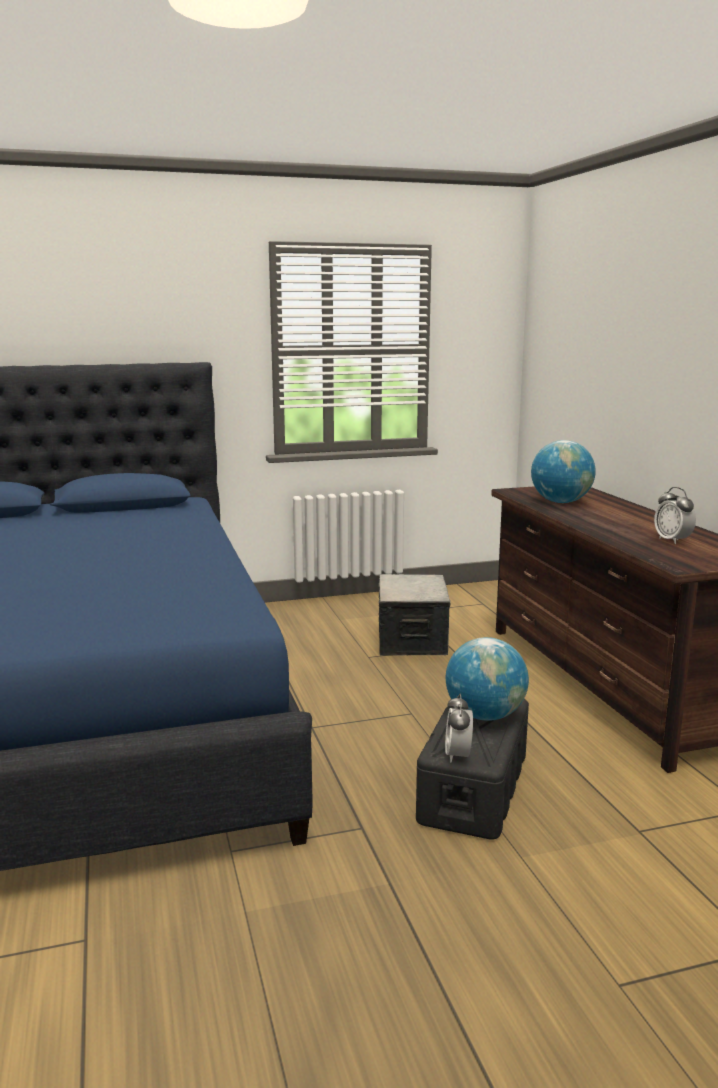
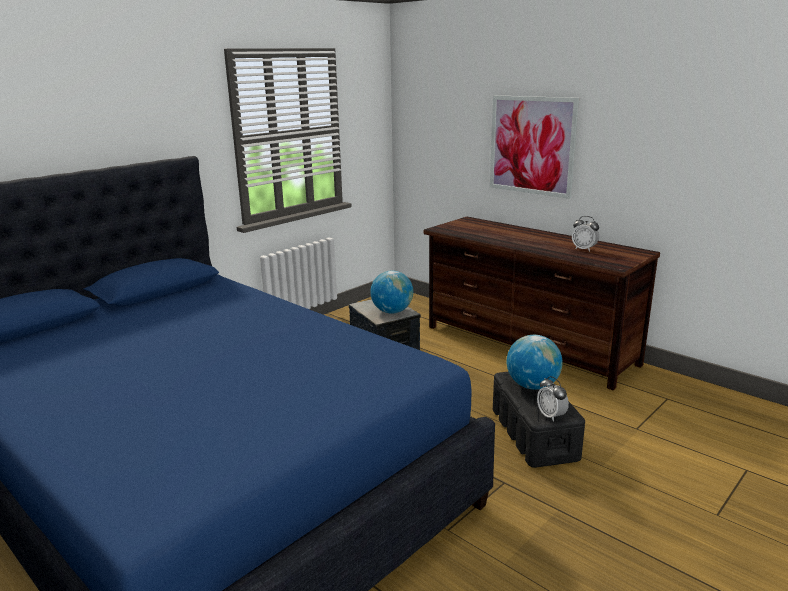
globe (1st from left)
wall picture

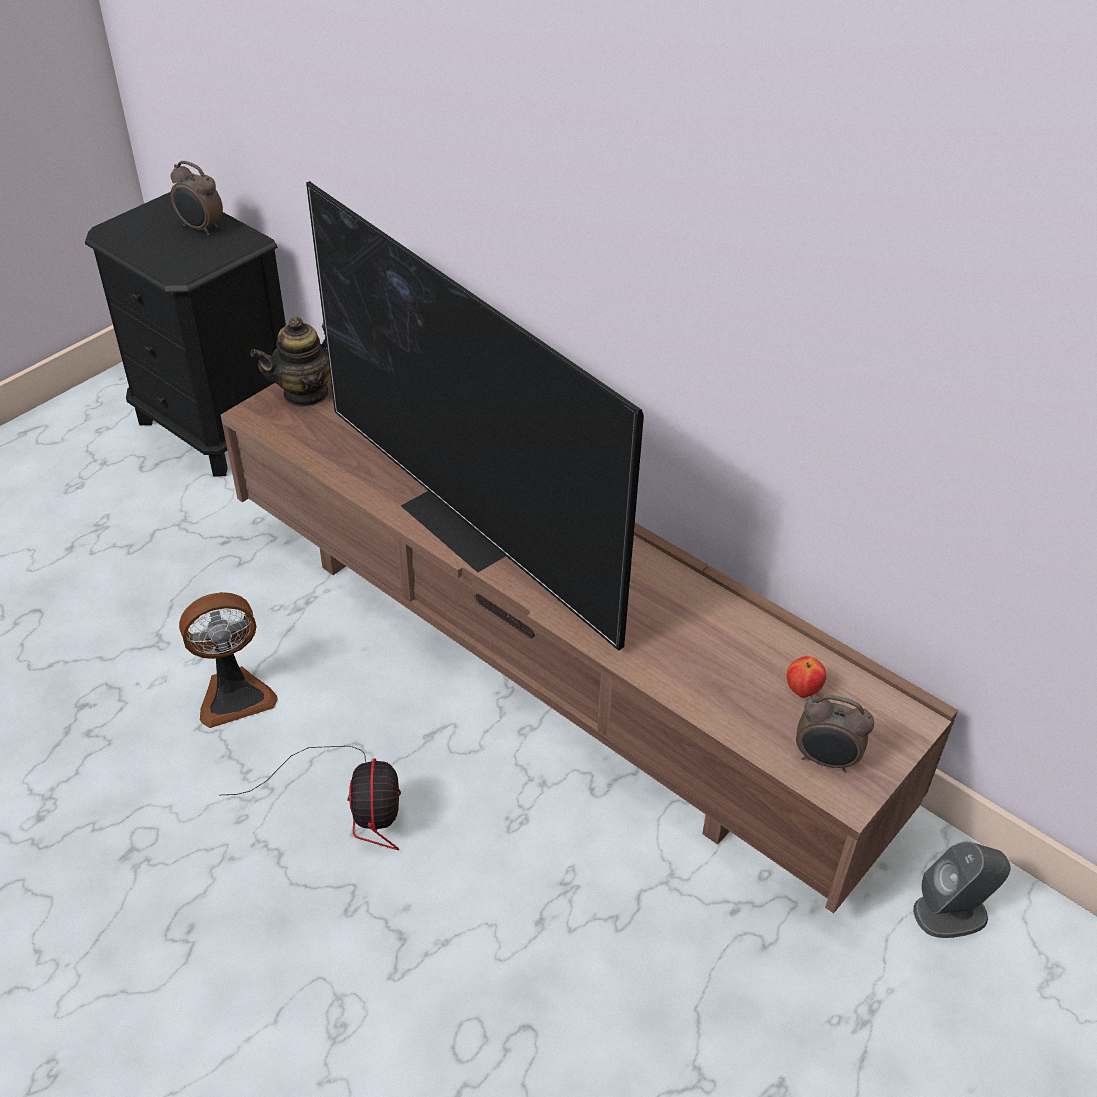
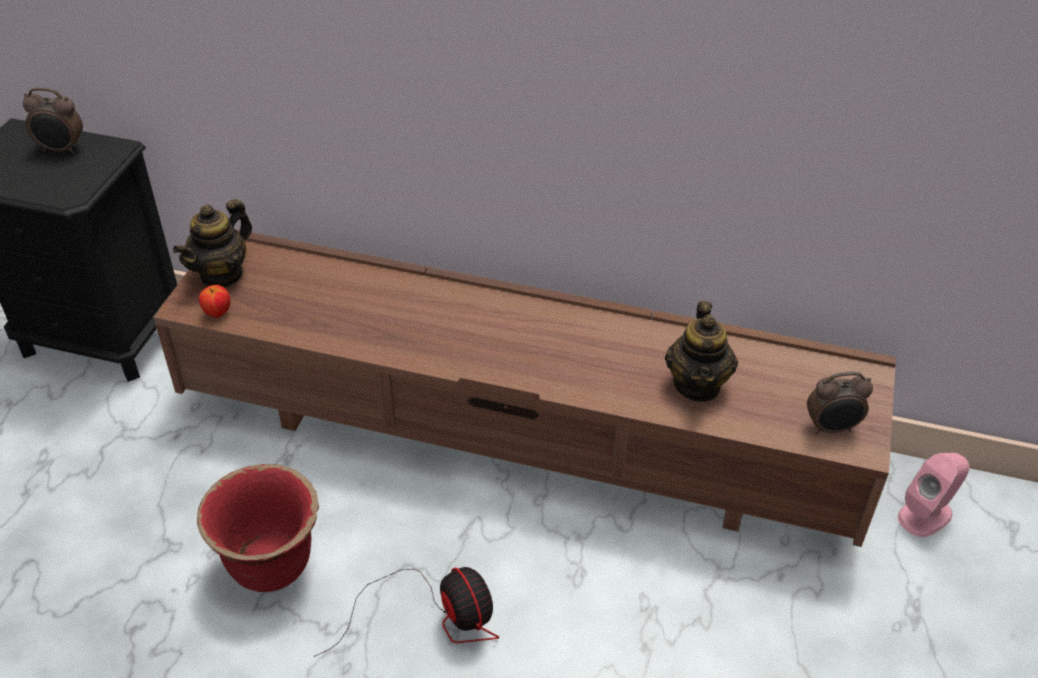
reddish planter
TV
whole apple
pink-coloured audio speaker
teapot (2nd from left)

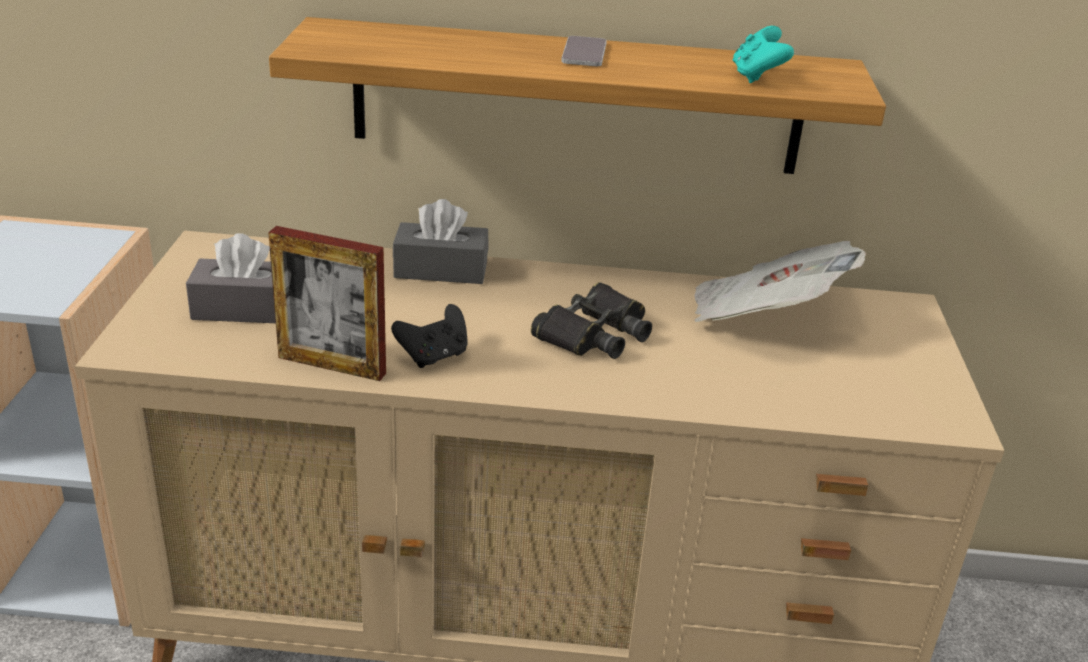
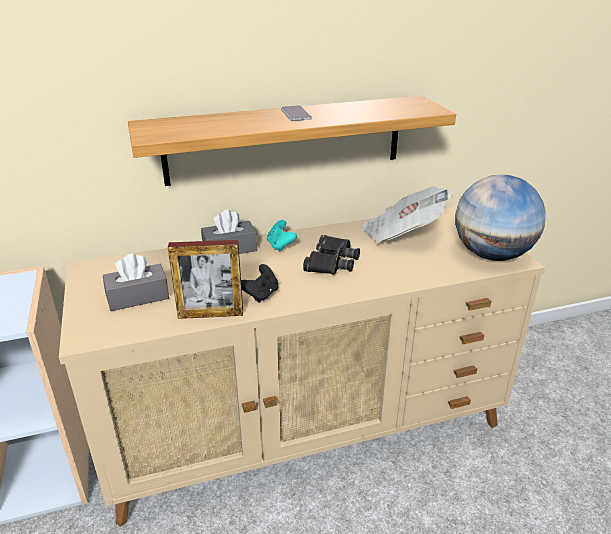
turquoise game controller
globe

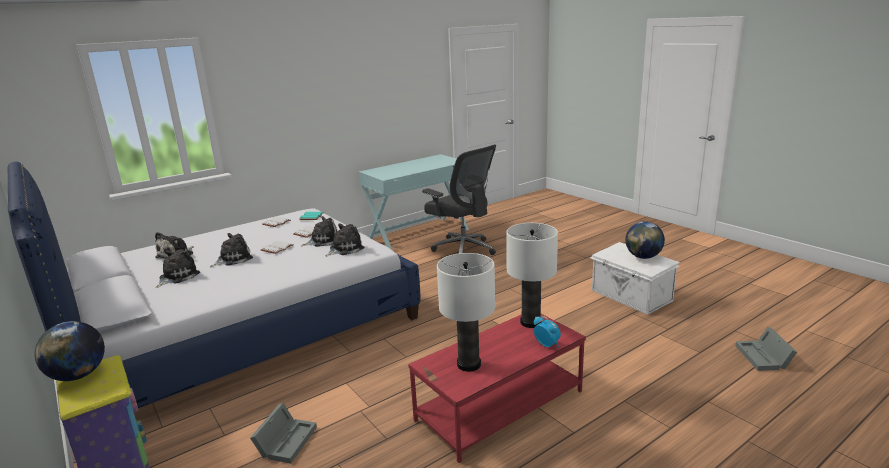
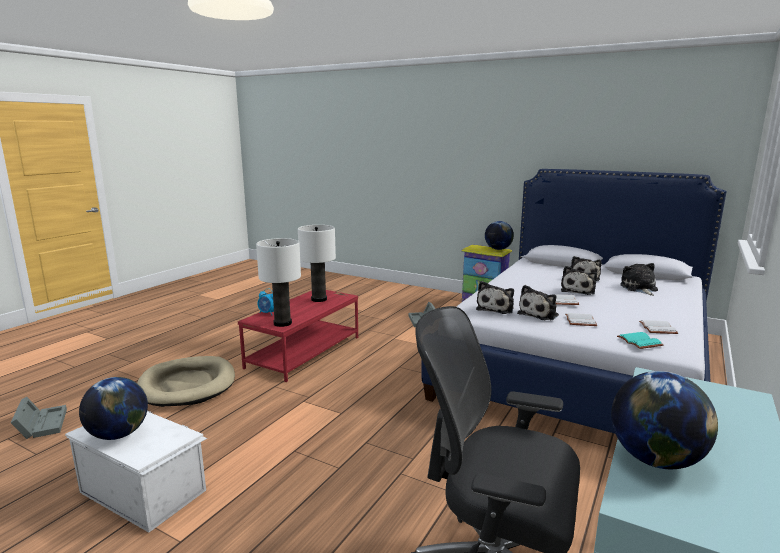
beige pet bed
globe (3rd from left)

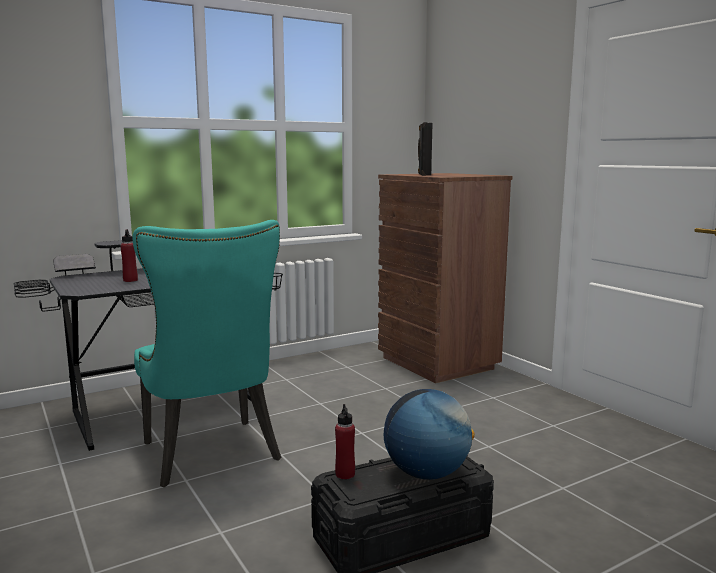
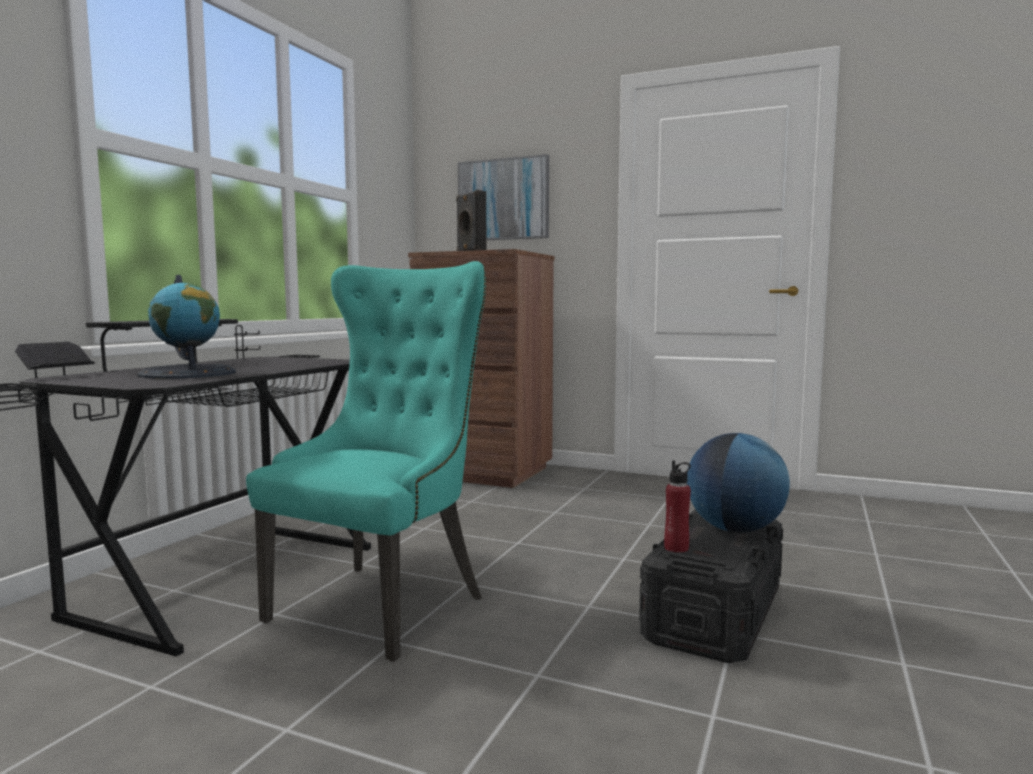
globe (1st from left)
turquoise plain chair
wall picture

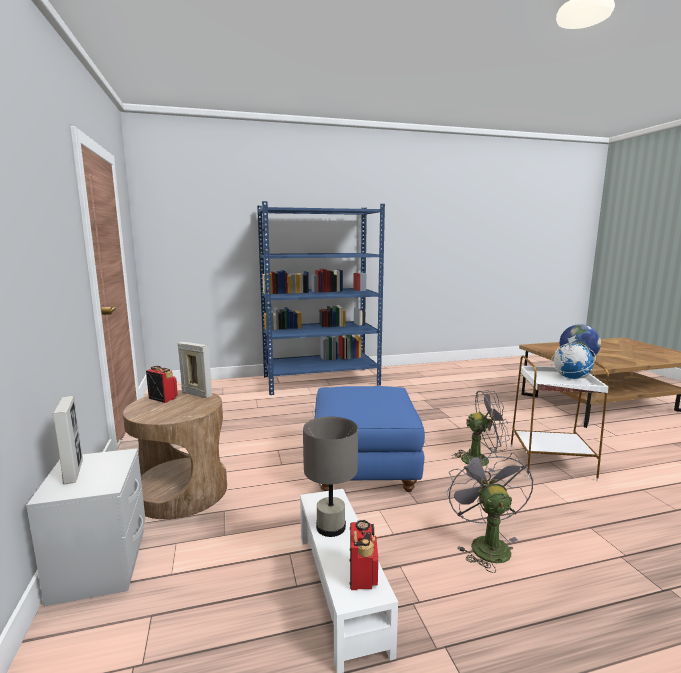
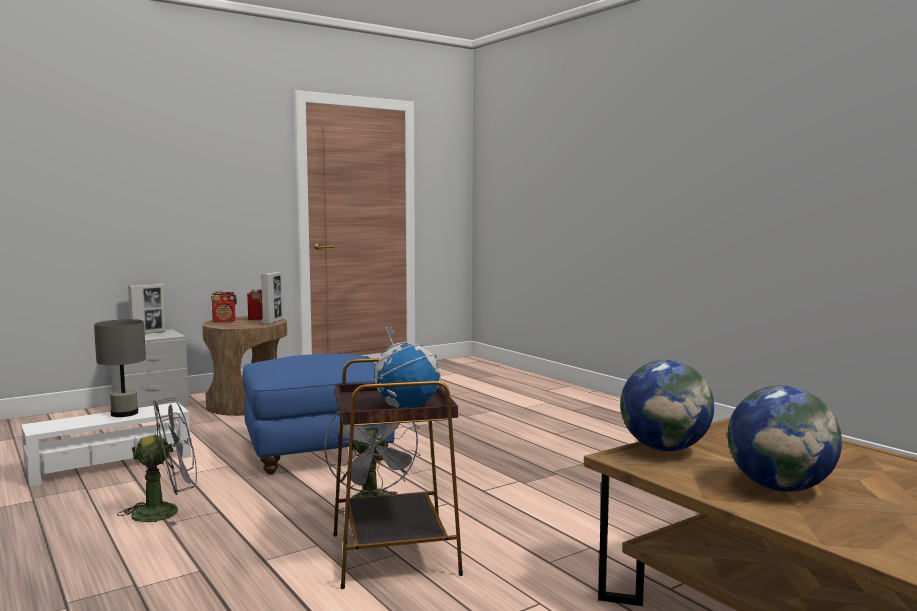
blue shelving unit
radio receiver (1st from left)
brownish end table (2nd from left)
globe (3rd from left)

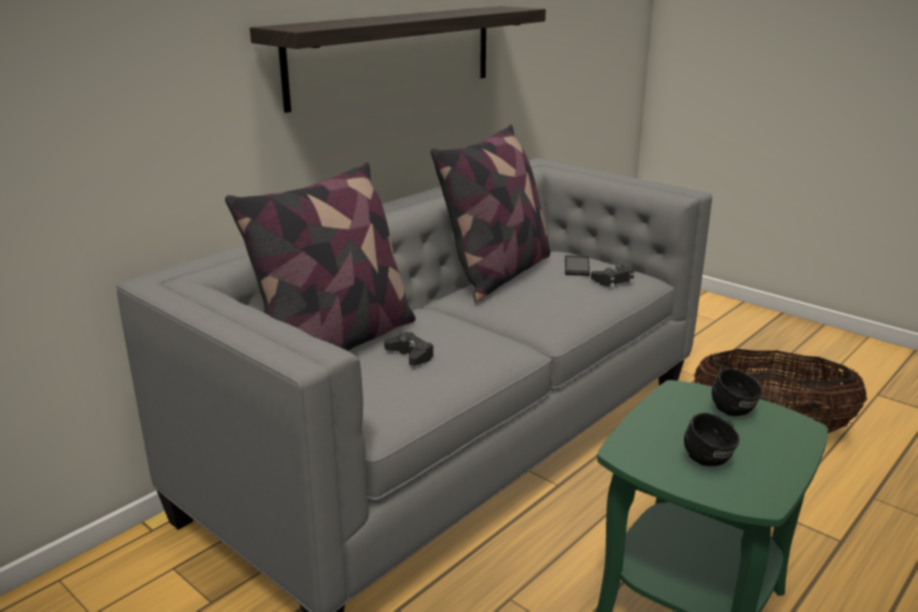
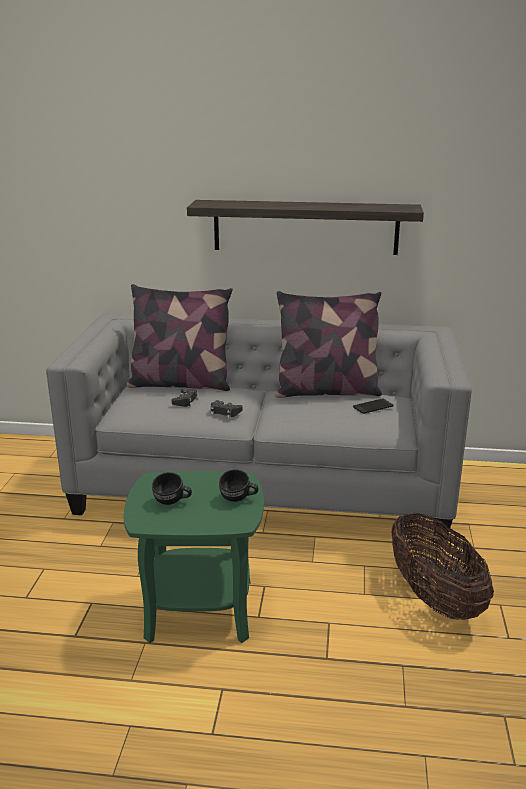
blackish game controller (2nd from left)

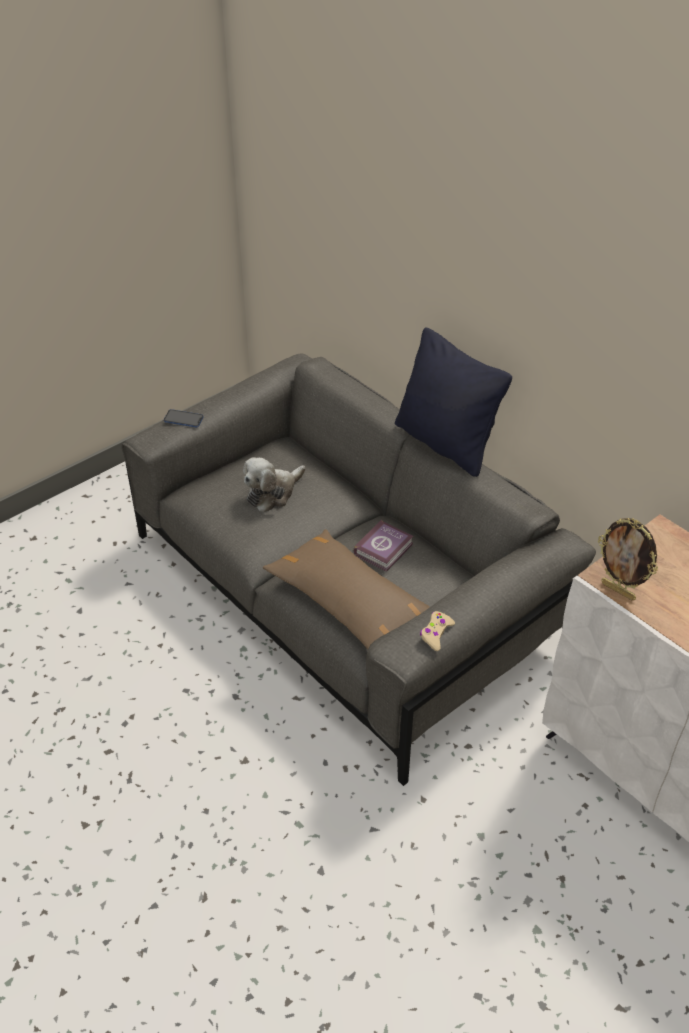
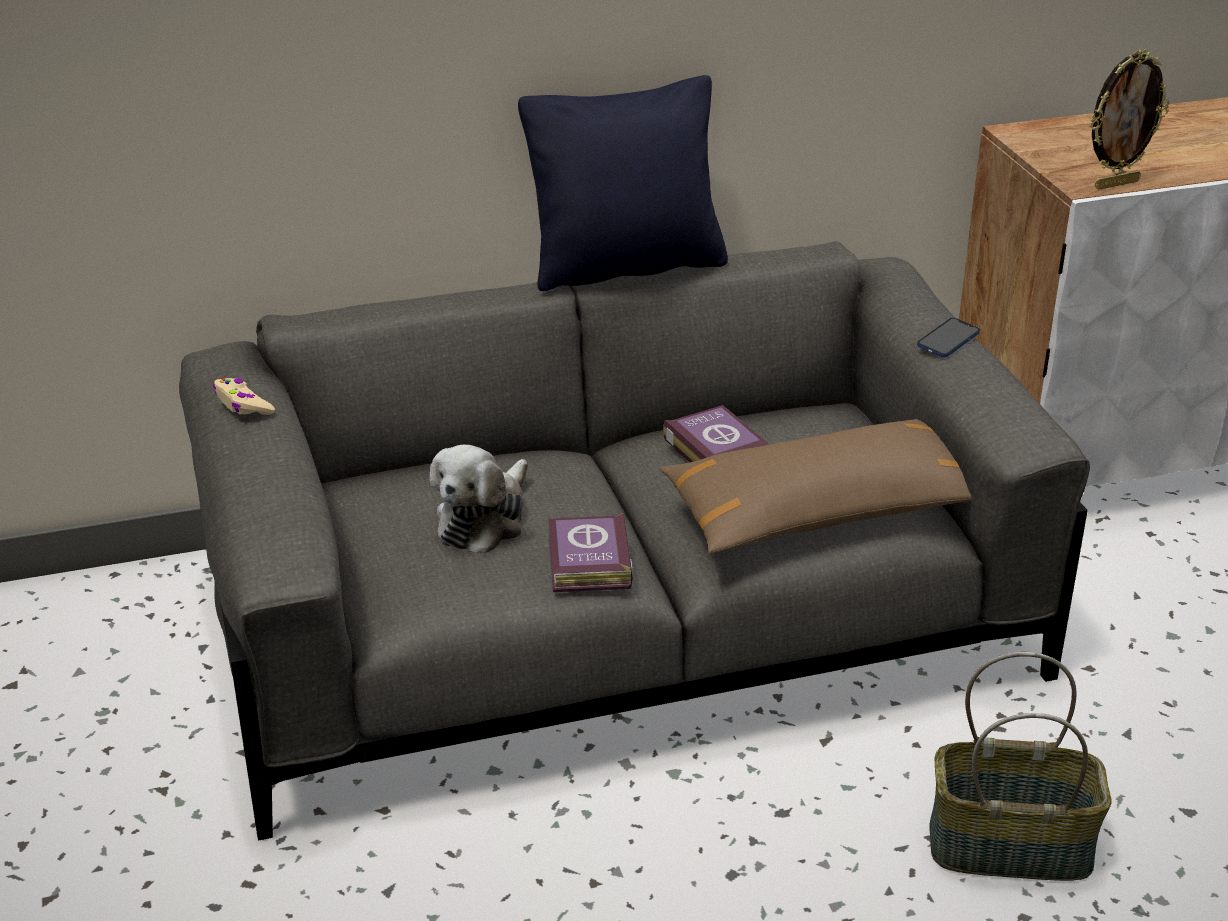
telephone
soft toy
beige game controller
volume (1st from left)
basket

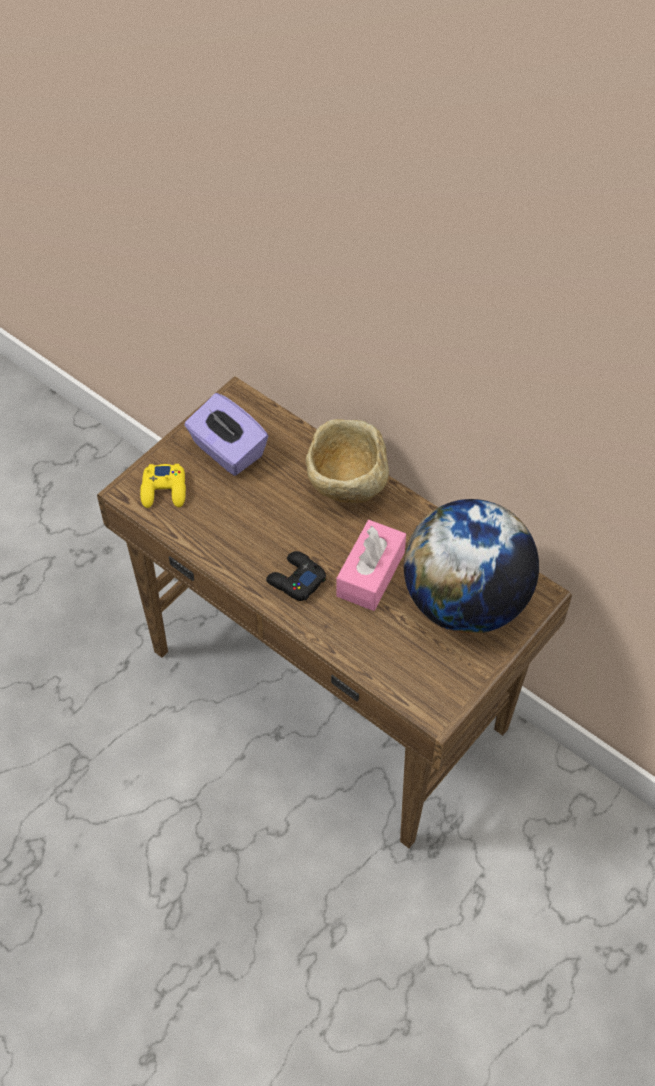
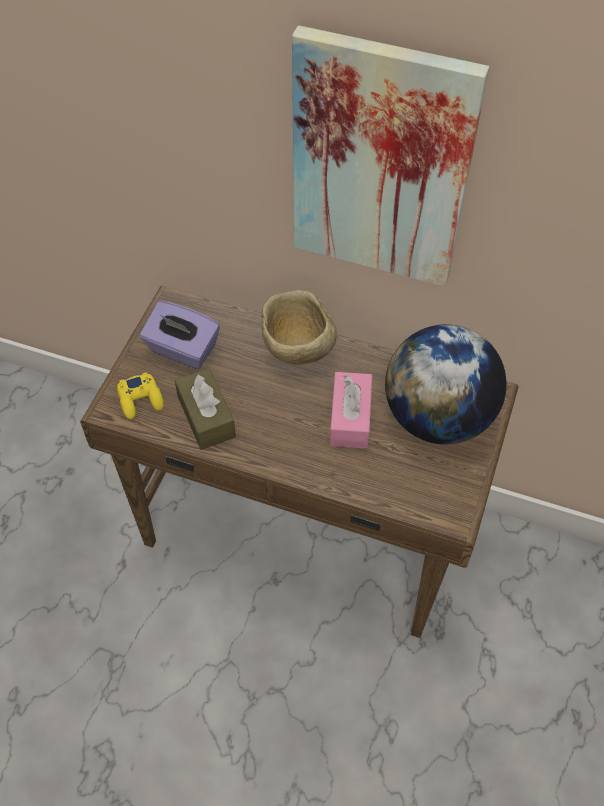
blackish game controller
brownish tissue box
wall picture

